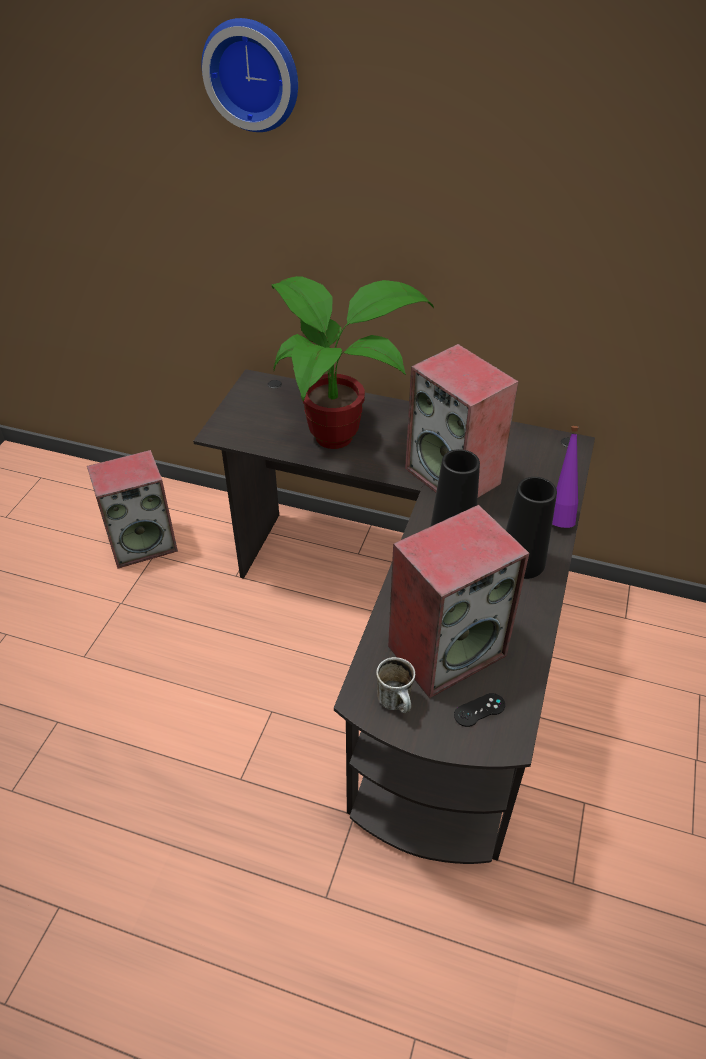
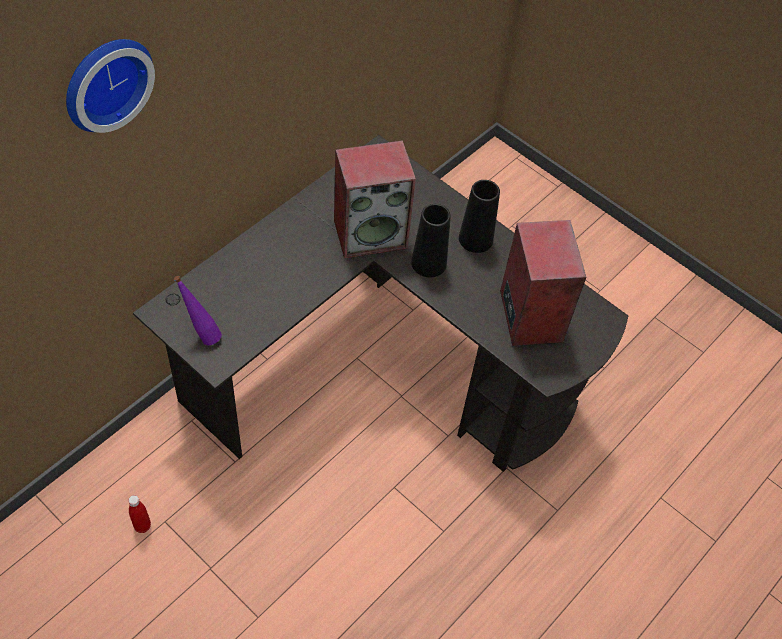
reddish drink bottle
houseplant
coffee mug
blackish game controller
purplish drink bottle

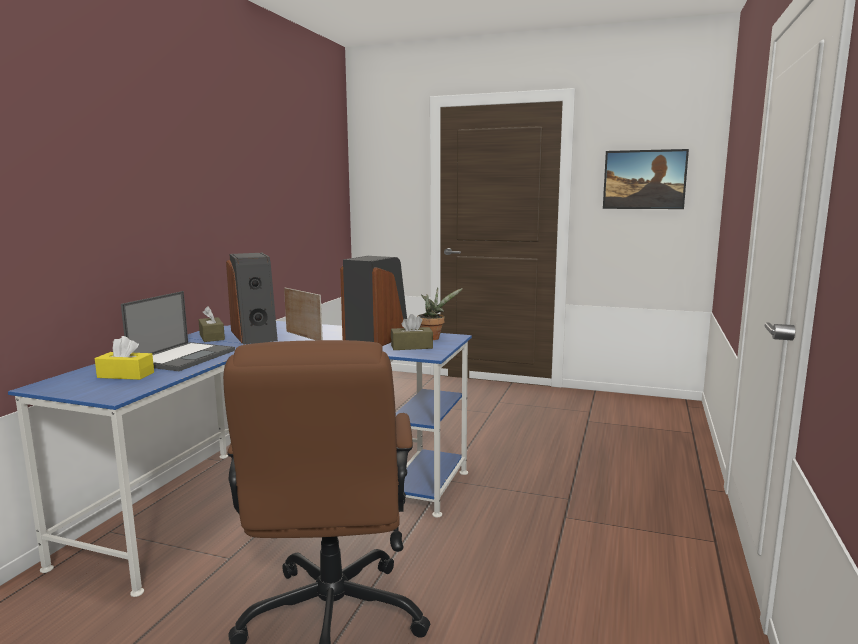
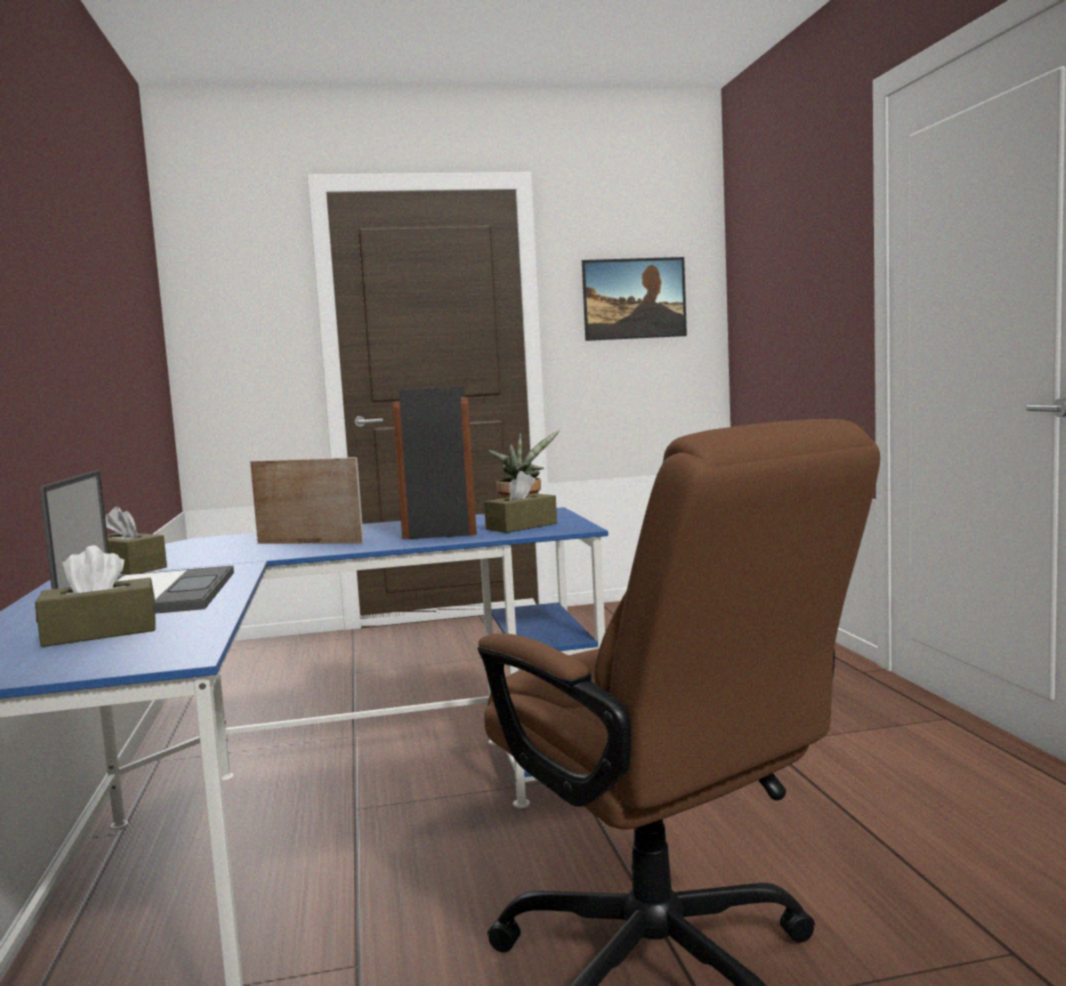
brownish tissue box (1st from left)
audio speaker (1st from left in the first image)

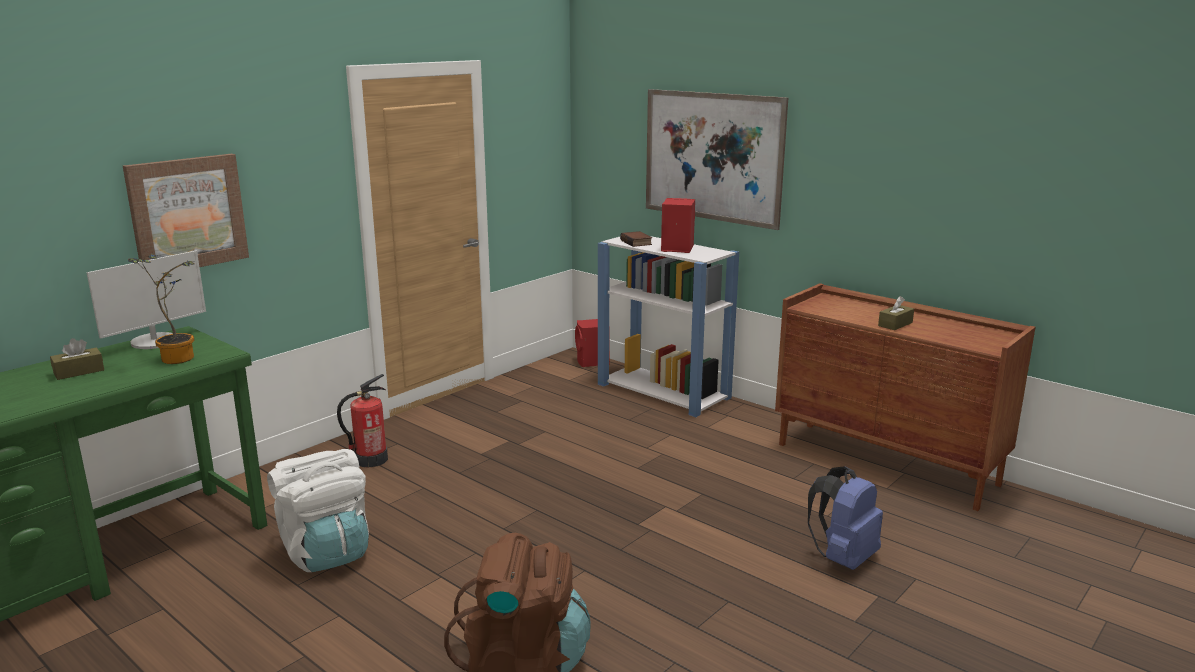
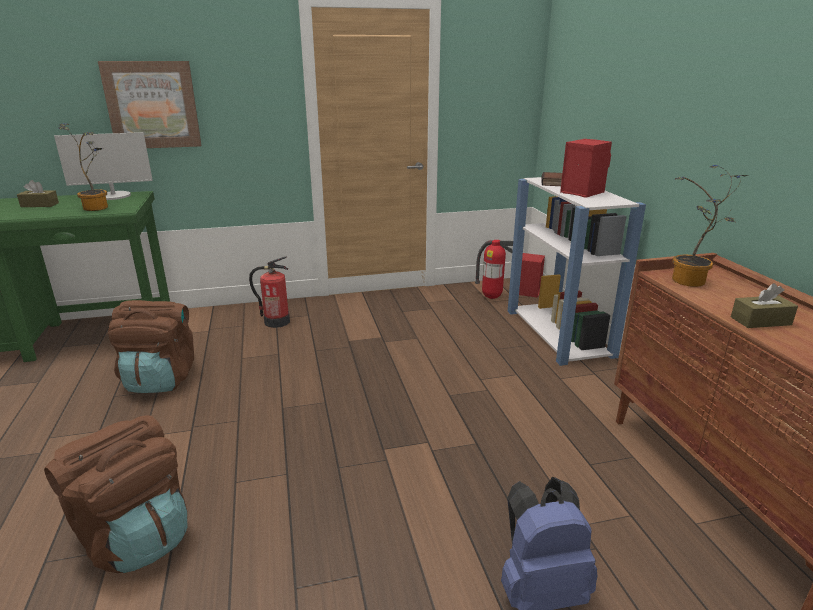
brownish knapsack (2nd from left)
wall picture (2nd from left in the first image)
extinguisher (2nd from left)
houseplant (2nd from left)

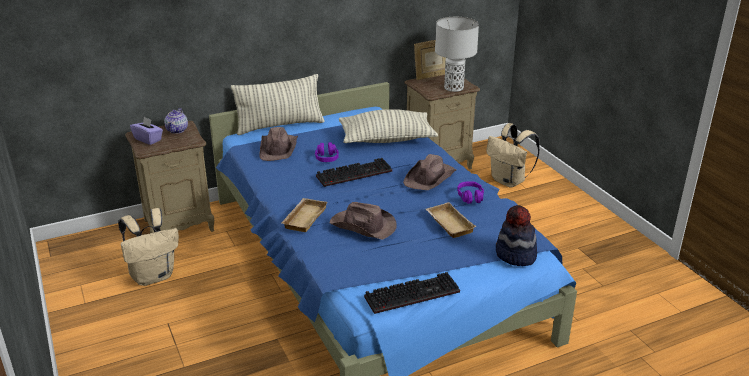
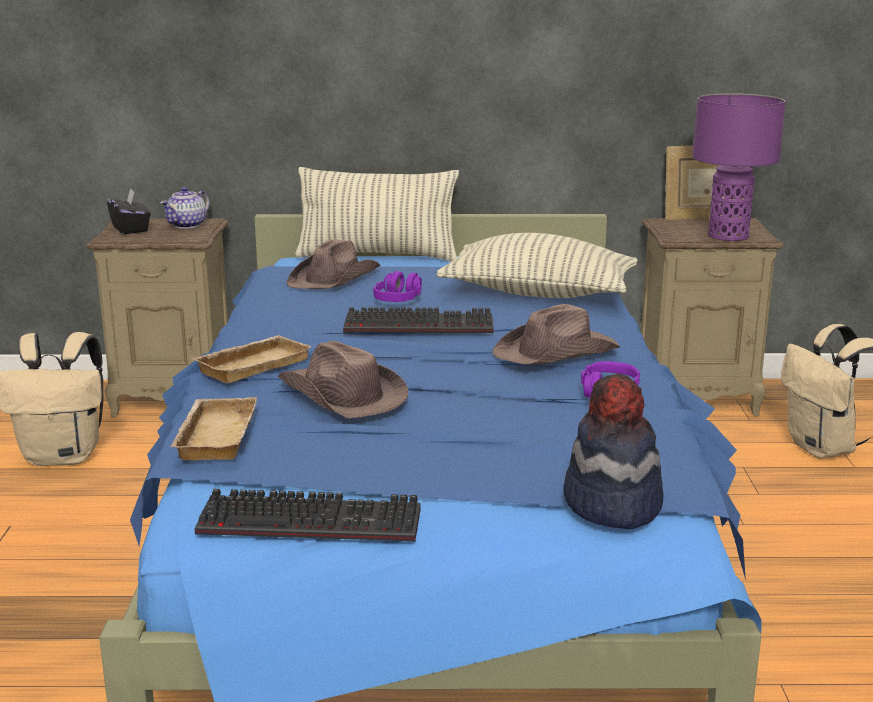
blackish tissue box
beige carrying tray (1st from left)
purplish tabletop lamp

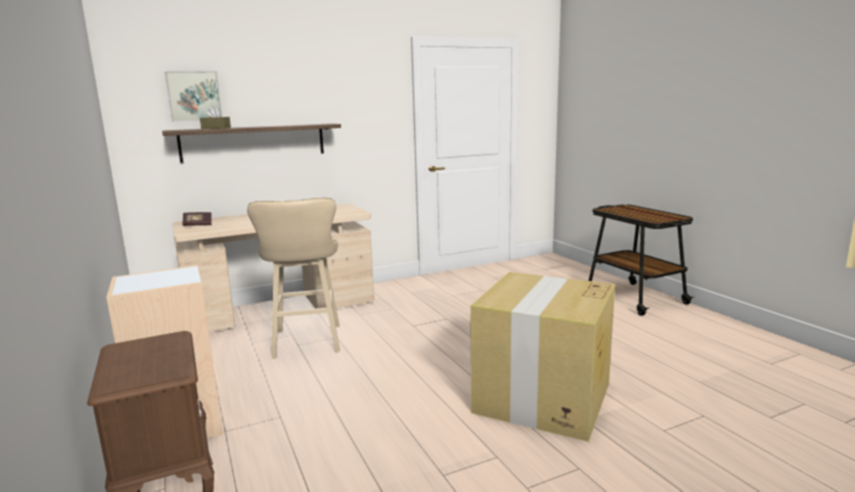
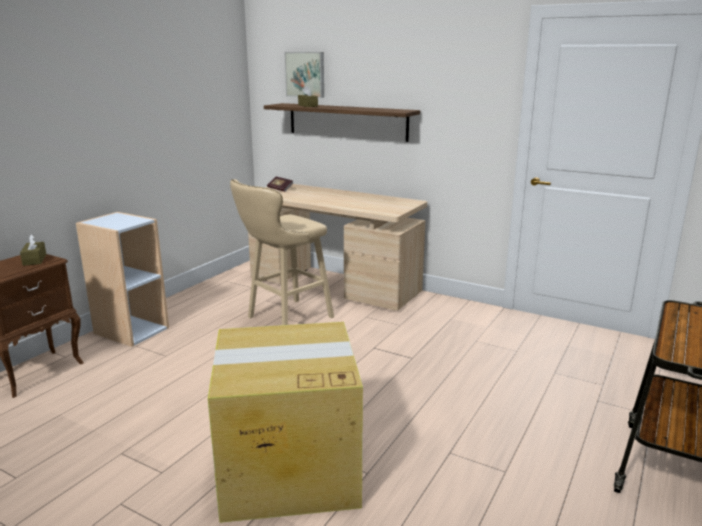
brownish tissue box (1st from left)

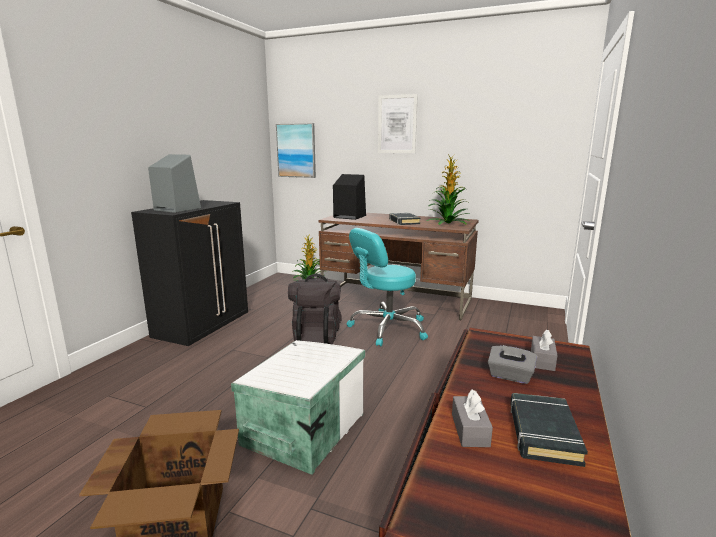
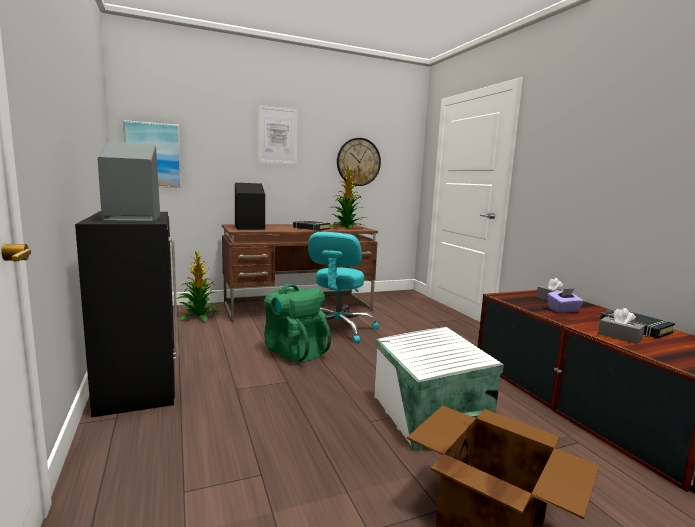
green knapsack
purplish tissue box
wall clock

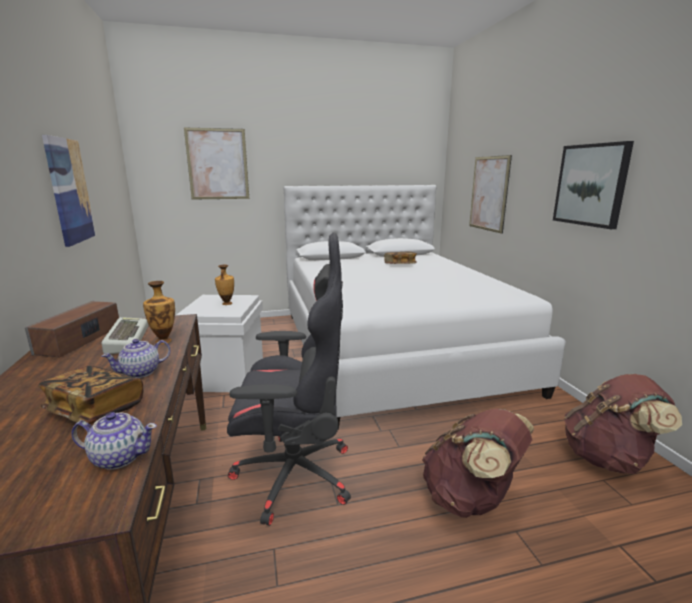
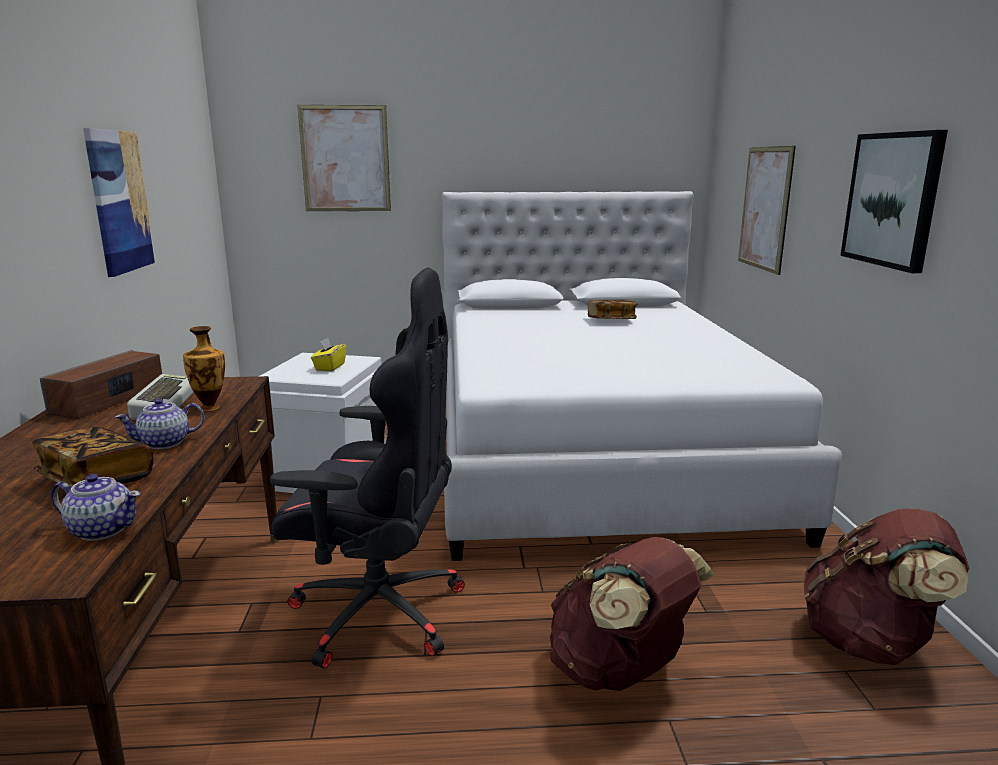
yellowish tissue box

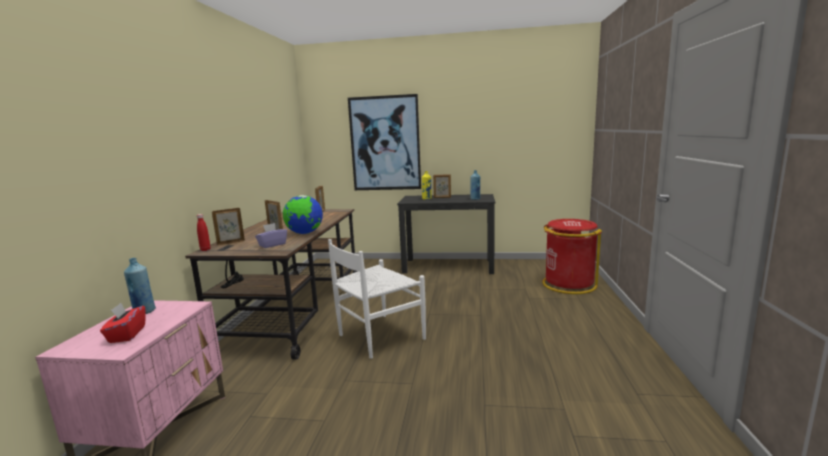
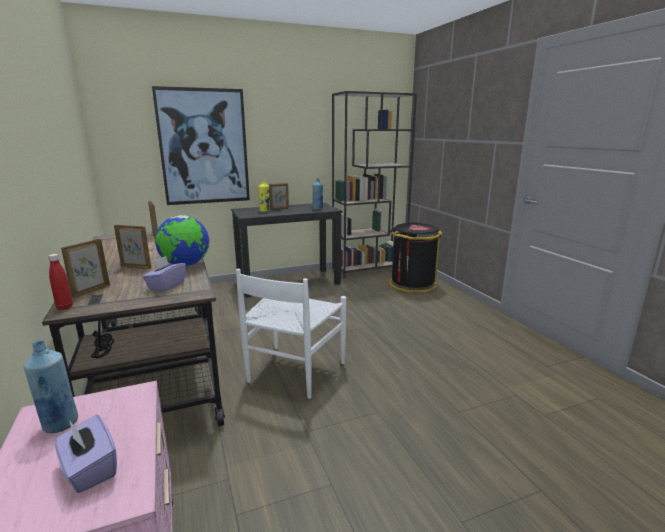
purplish tissue box (1st from left)
blackish trash can
shelving unit

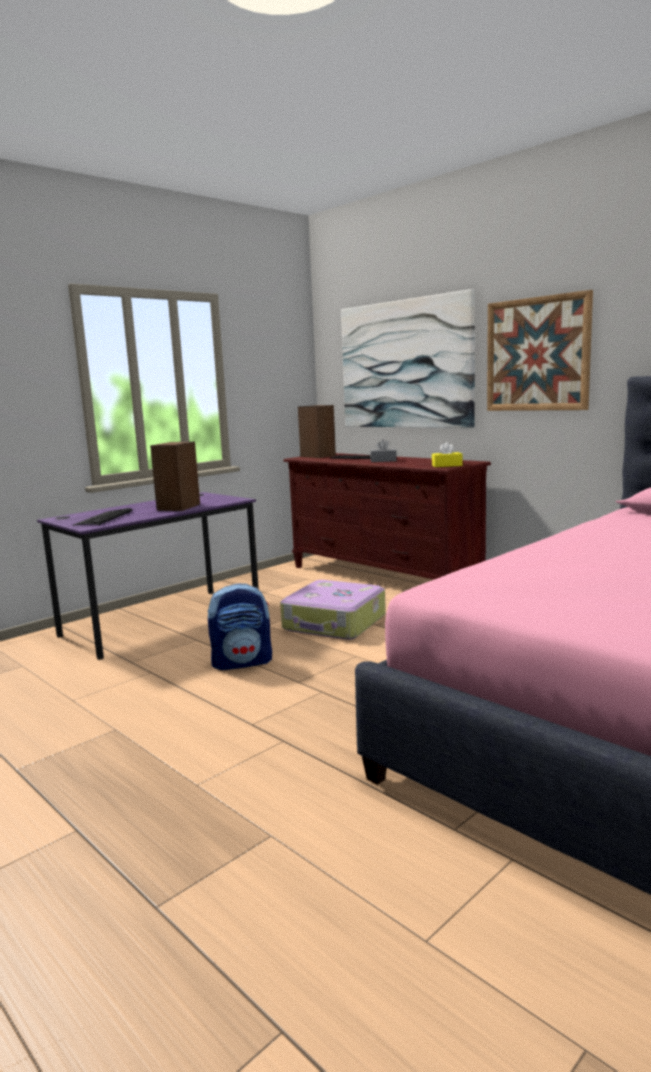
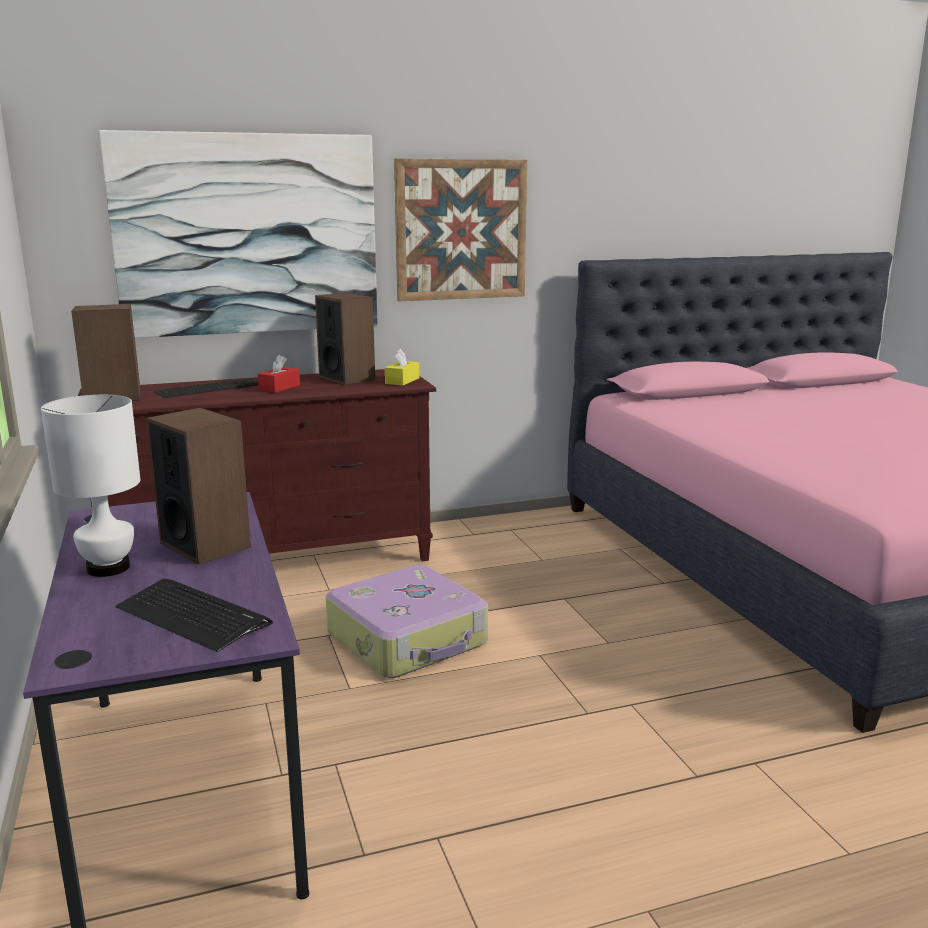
knapsack
reddish tissue box
white-coloured tabletop lamp
audio speaker (3rd from left)

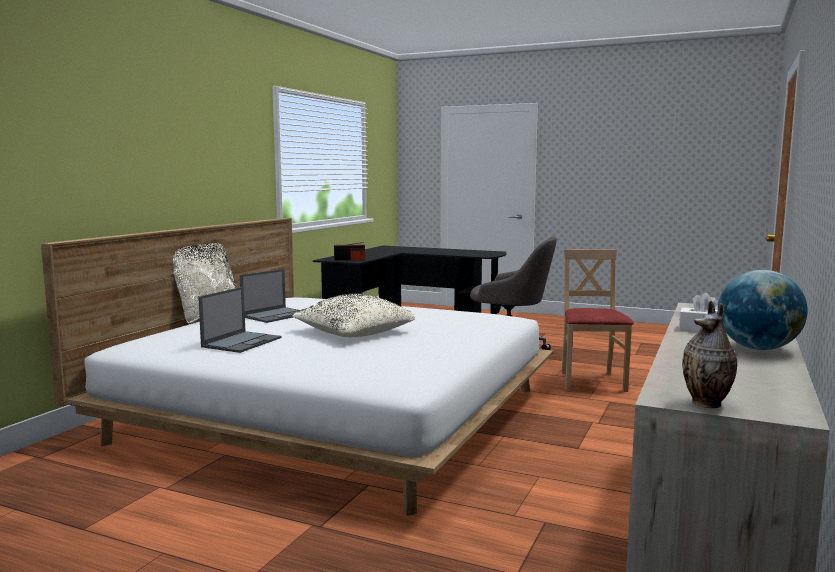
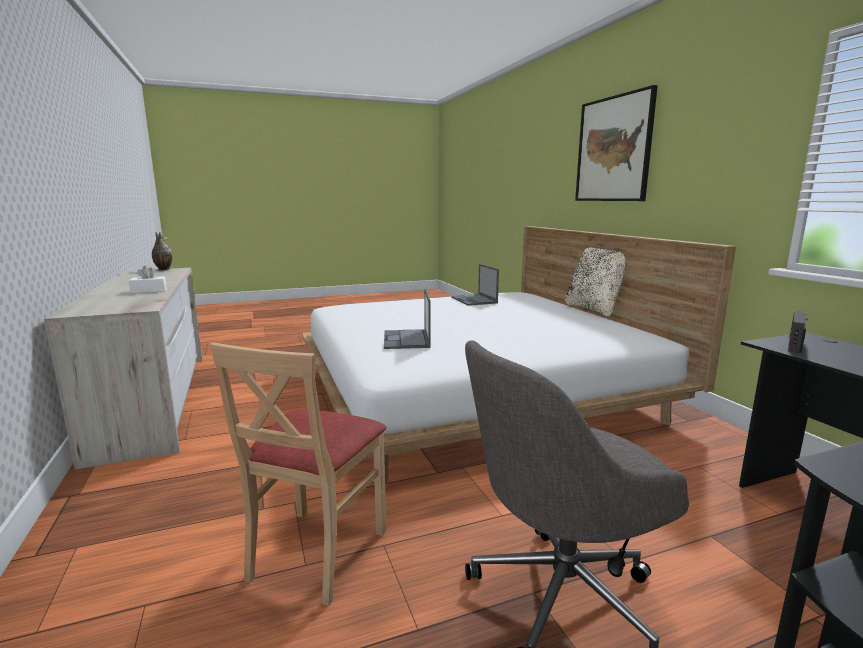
laptop (1st from left)
beige cushion (2nd from left in the first image)
beige plain chair
globe
wall picture

